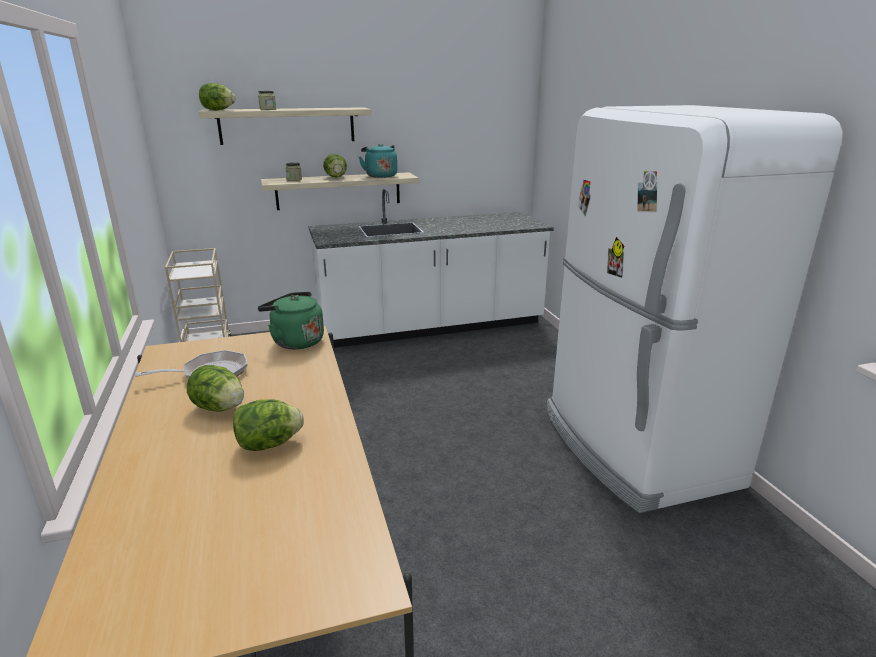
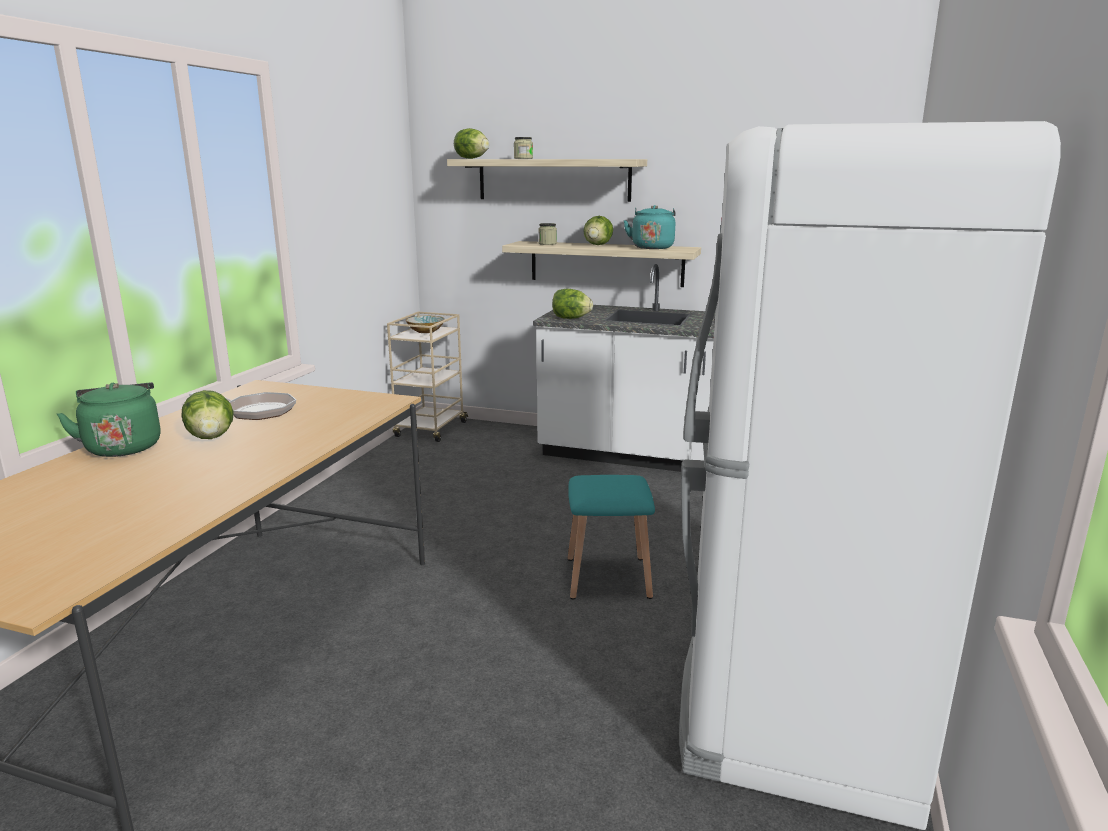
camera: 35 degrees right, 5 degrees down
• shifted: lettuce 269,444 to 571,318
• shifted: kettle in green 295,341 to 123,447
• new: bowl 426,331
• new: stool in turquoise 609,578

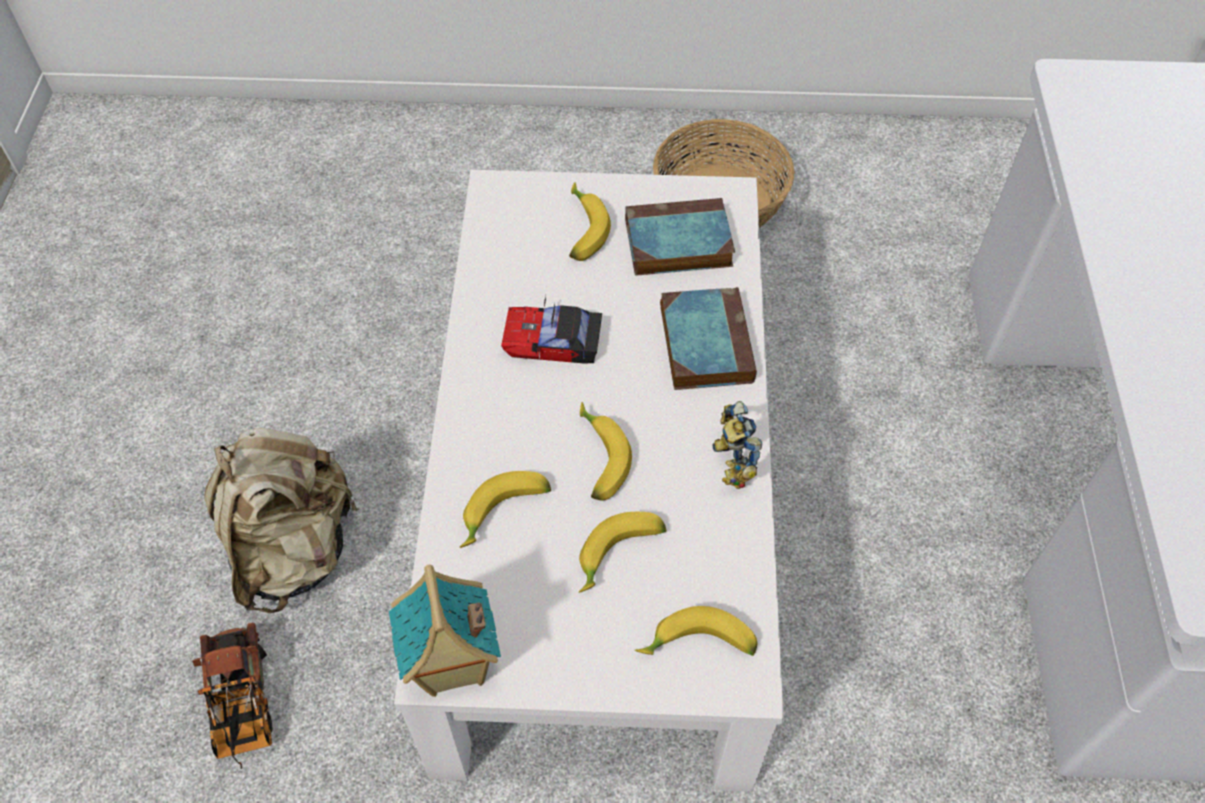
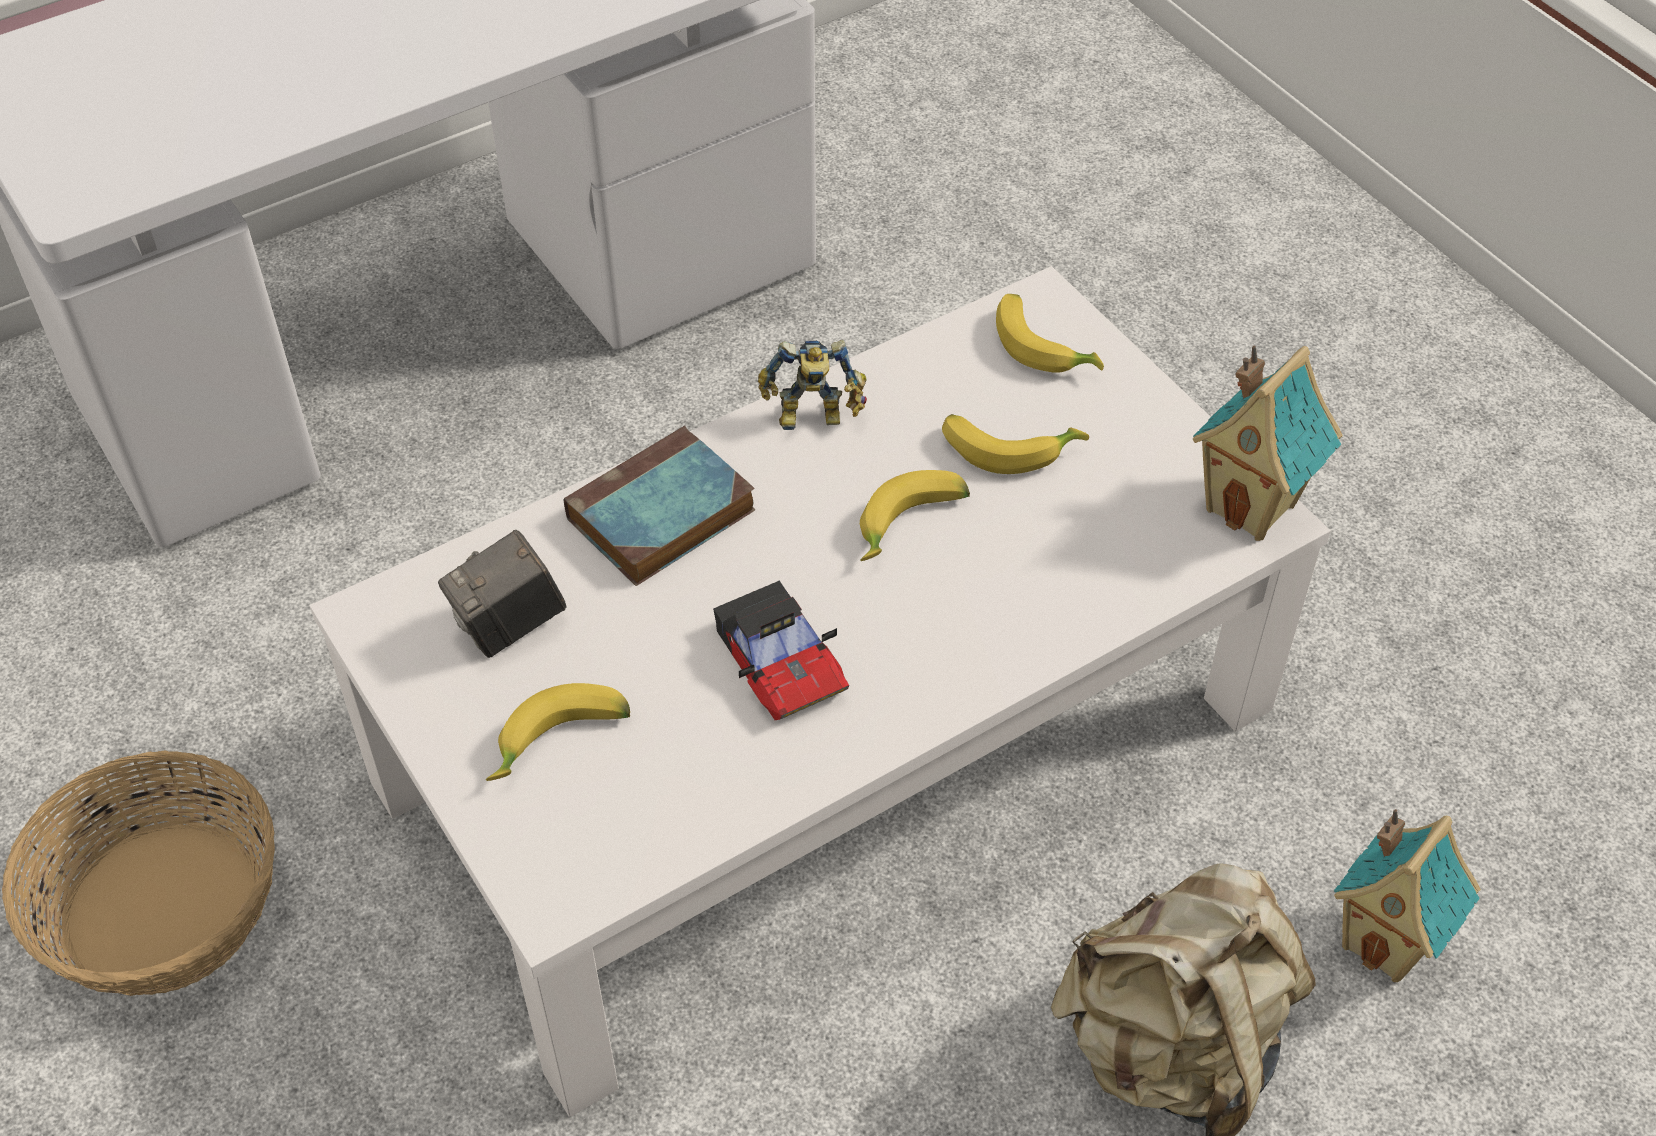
camera: 125 degrees left, 5 degrees down
• swapped: toy truck 242,707 to toy house 1387,942
• gone: banana 505,514
• swapped: book 676,244 to photo camera 509,626
• rotated: toy robot 729,462 = 813,418 45 degrees clockwise

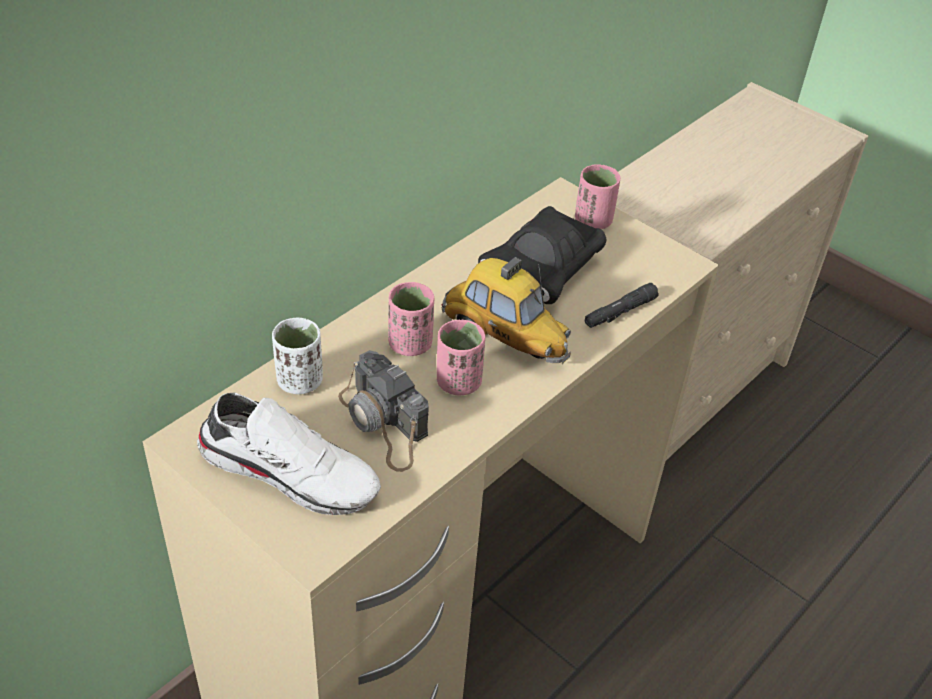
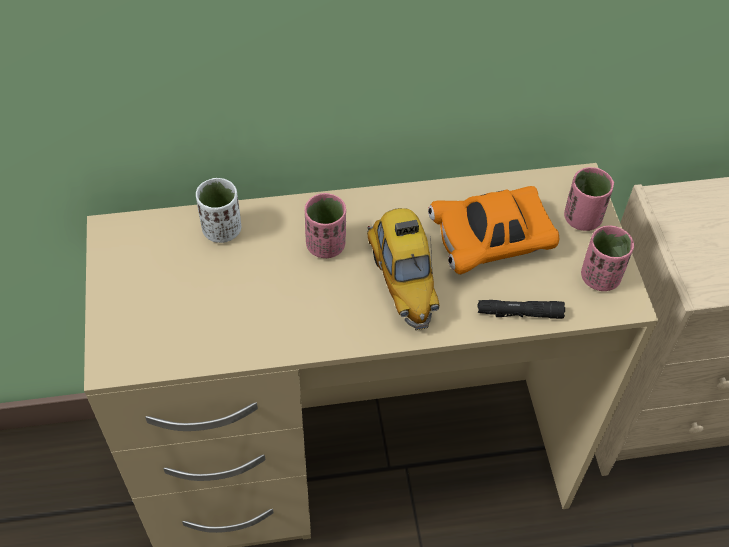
camera: 40 degrees right, 10 degrees up
• gone: shoe in white 292,471
• gone: photo camera 384,423
• shifted: cup in pink 458,382 to 599,277
• repainted: toy car in black 542,271 to toy car in orange 491,241

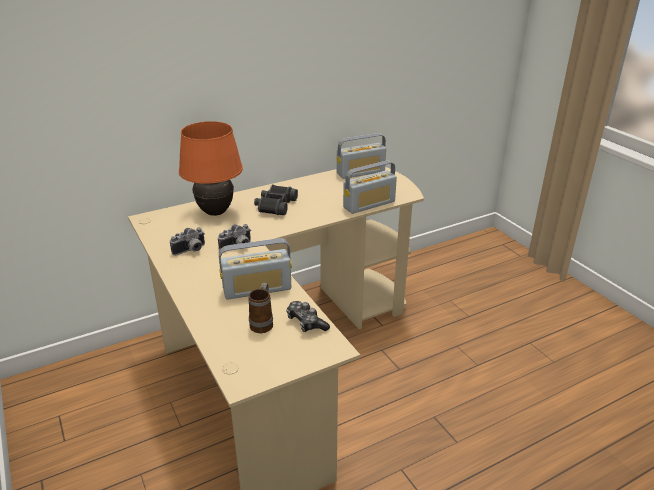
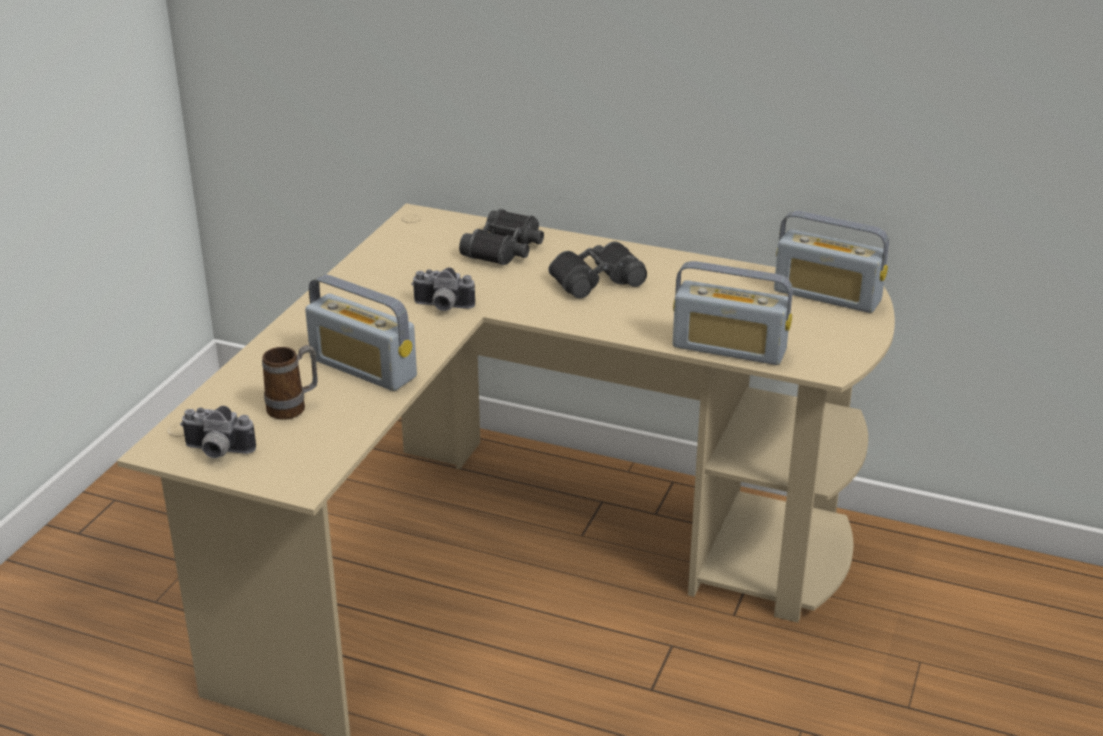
camera: 50 degrees right, 0 degrees up
• shifted: photo camera 191,250 to 216,452
• swapped: table lamp in orange 215,212 to binoculars in black 505,249
• gone: game controller 306,322

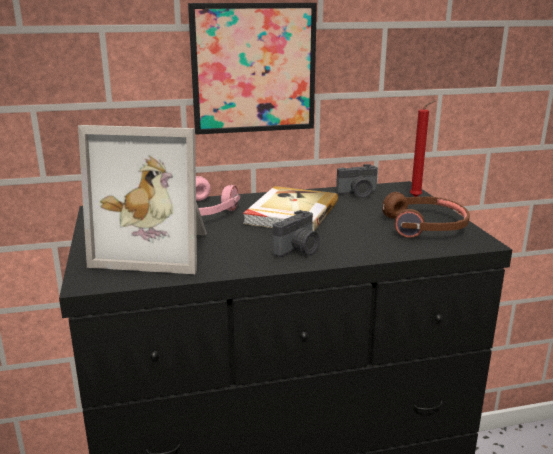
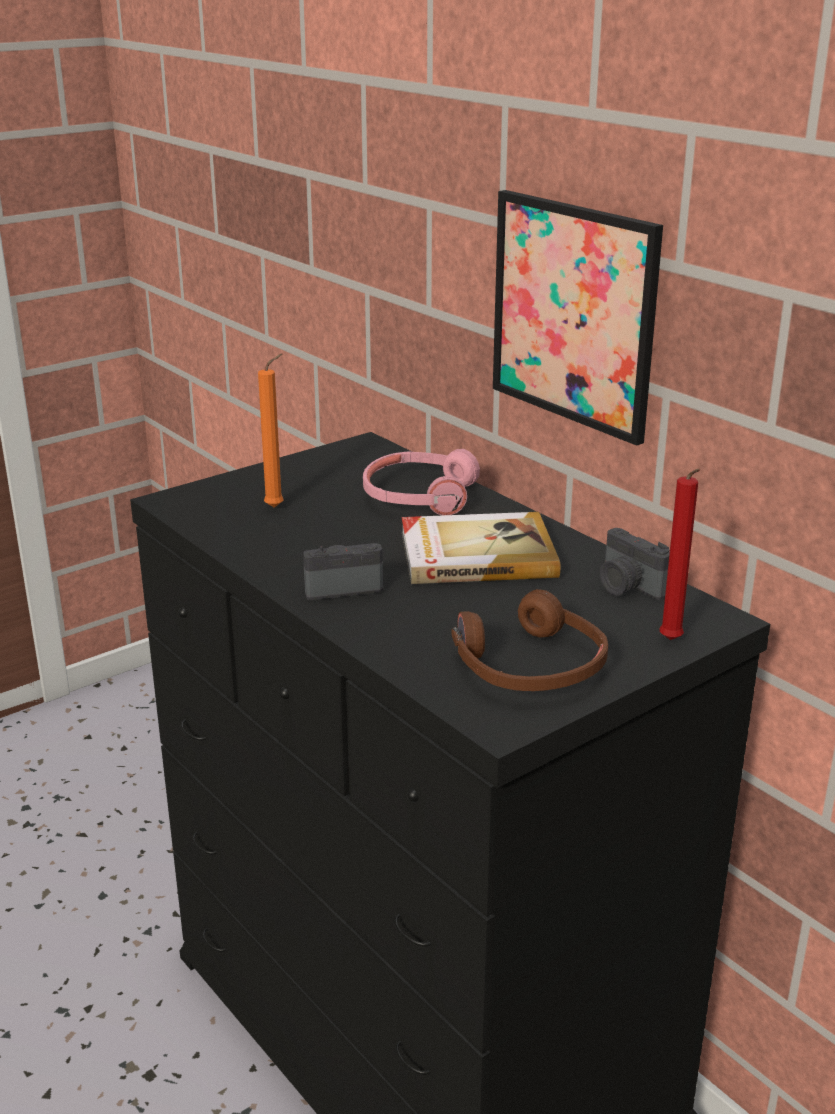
camera: 65 degrees right, 5 degrees up
• swapped: picture frame 157,249 to candle in orange 277,507
• rotated: photo camera 298,250 = 342,587 150 degrees clockwise

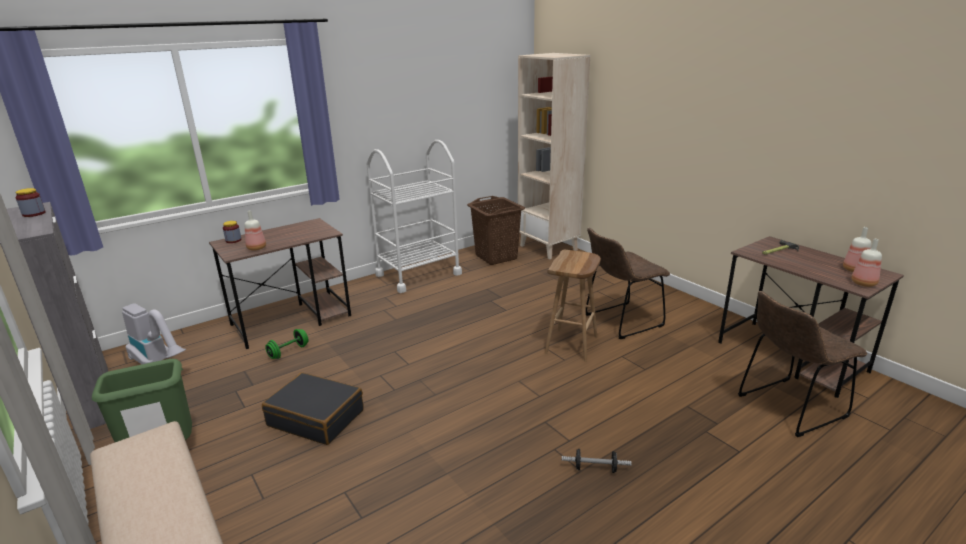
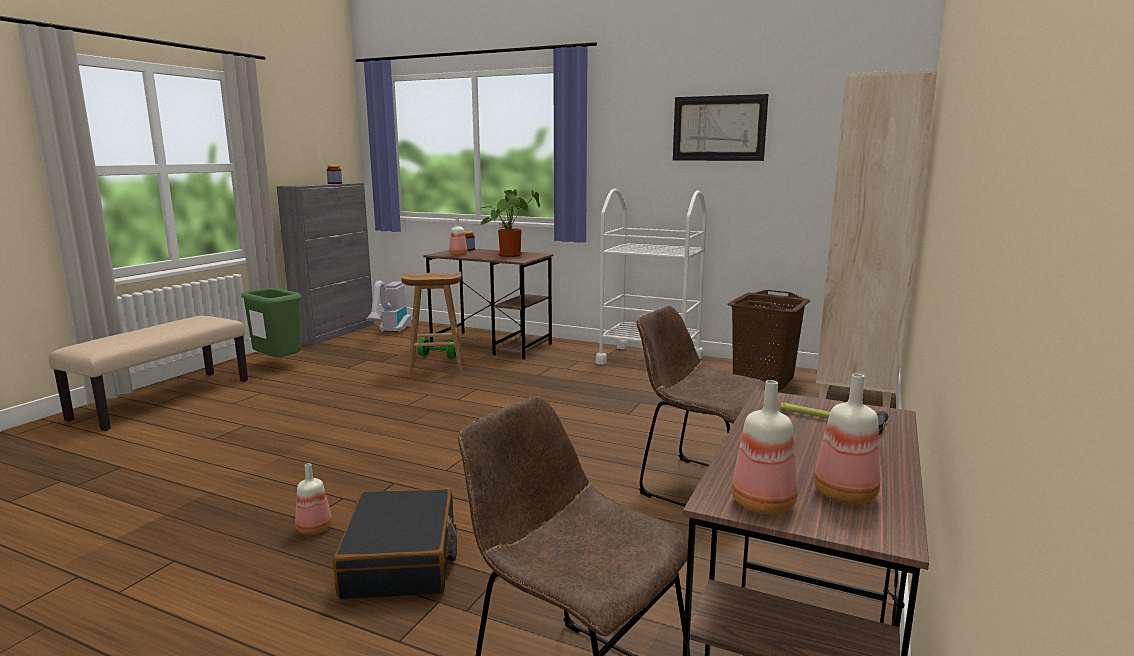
camera: 60 degrees right, 10 degrees down
• shifted: suitcase in black 316,417 to 401,560
• shifted: stool in brown 572,345 to 435,369
• swapped: dumbbell 595,468 to bottle 313,528
• new: potted plant 510,255
• new: picture 719,128

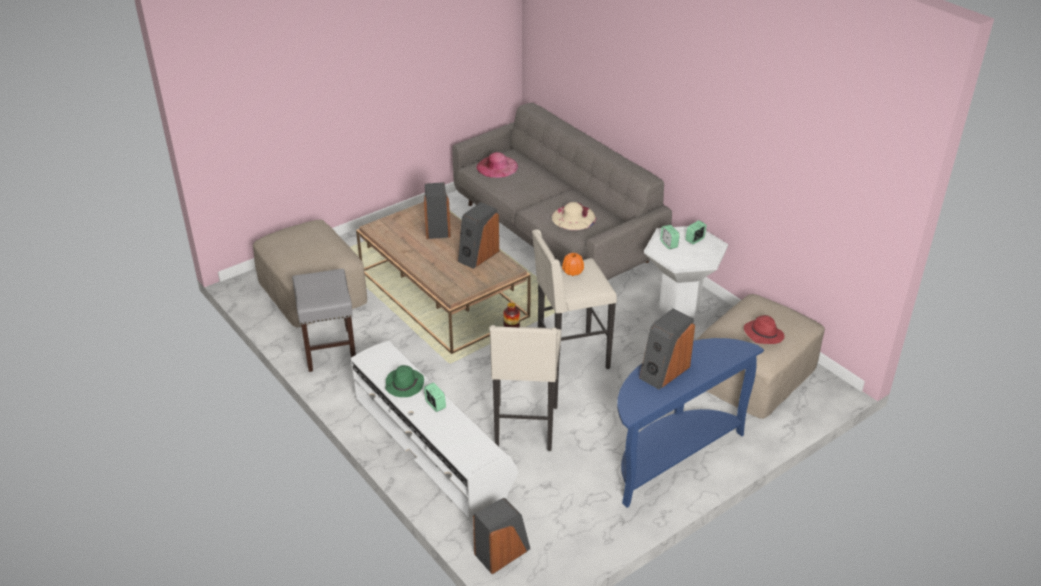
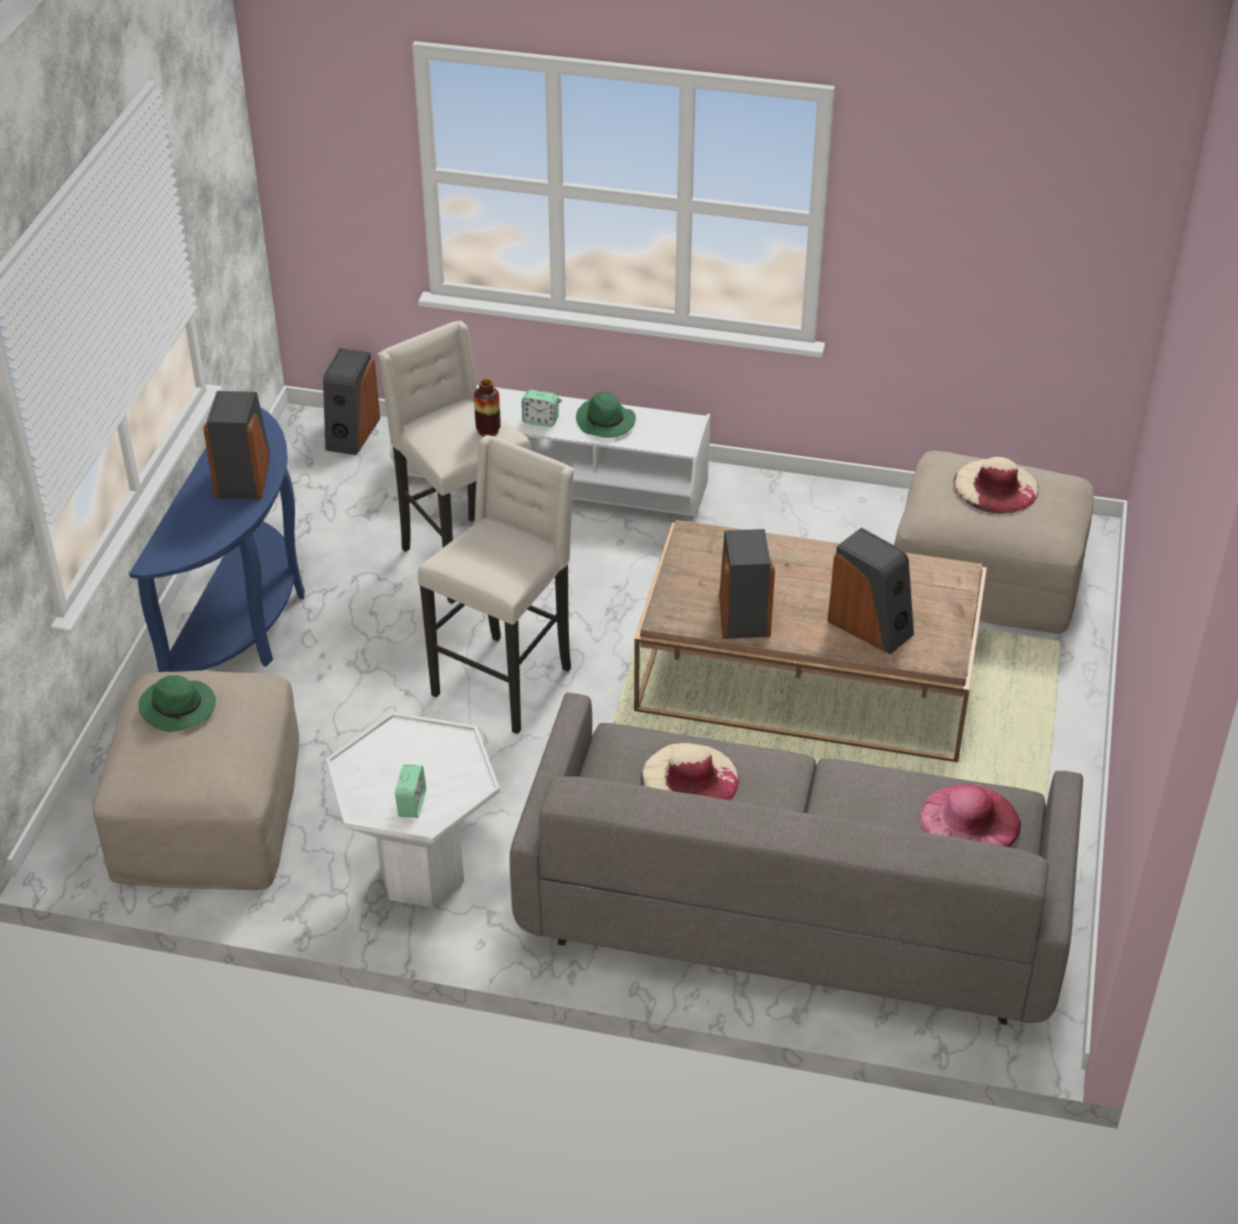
camera: 140 degrees right, 5 degrees up
• gone: stool in grey 330,350
• gone: vase in orange 572,272
• gone: alarm clock 669,244
• repainted: hat in red 762,334 to hat in green 179,708
• new: hat in beige 996,486

